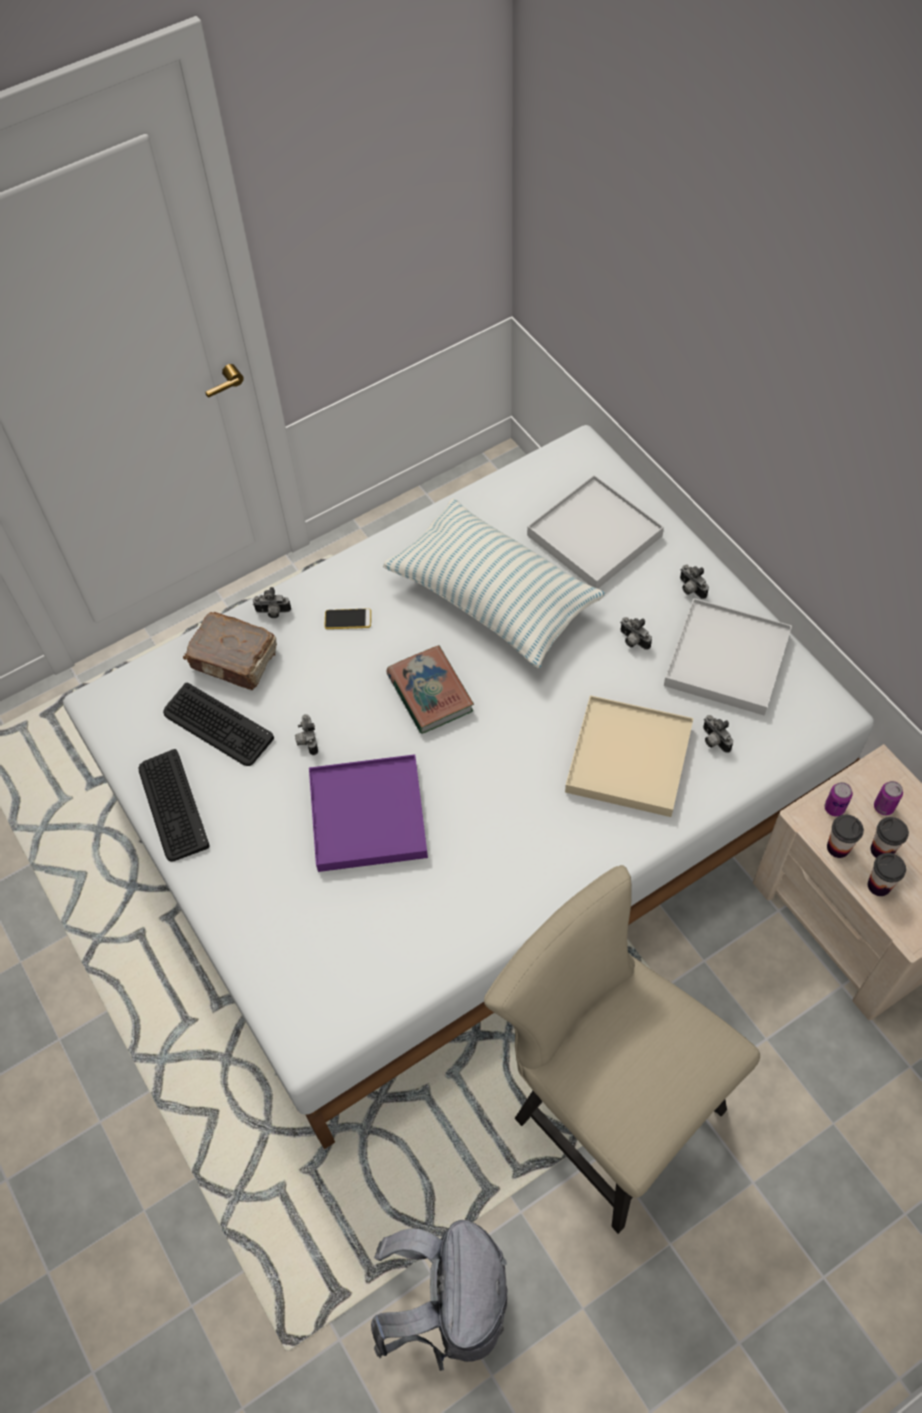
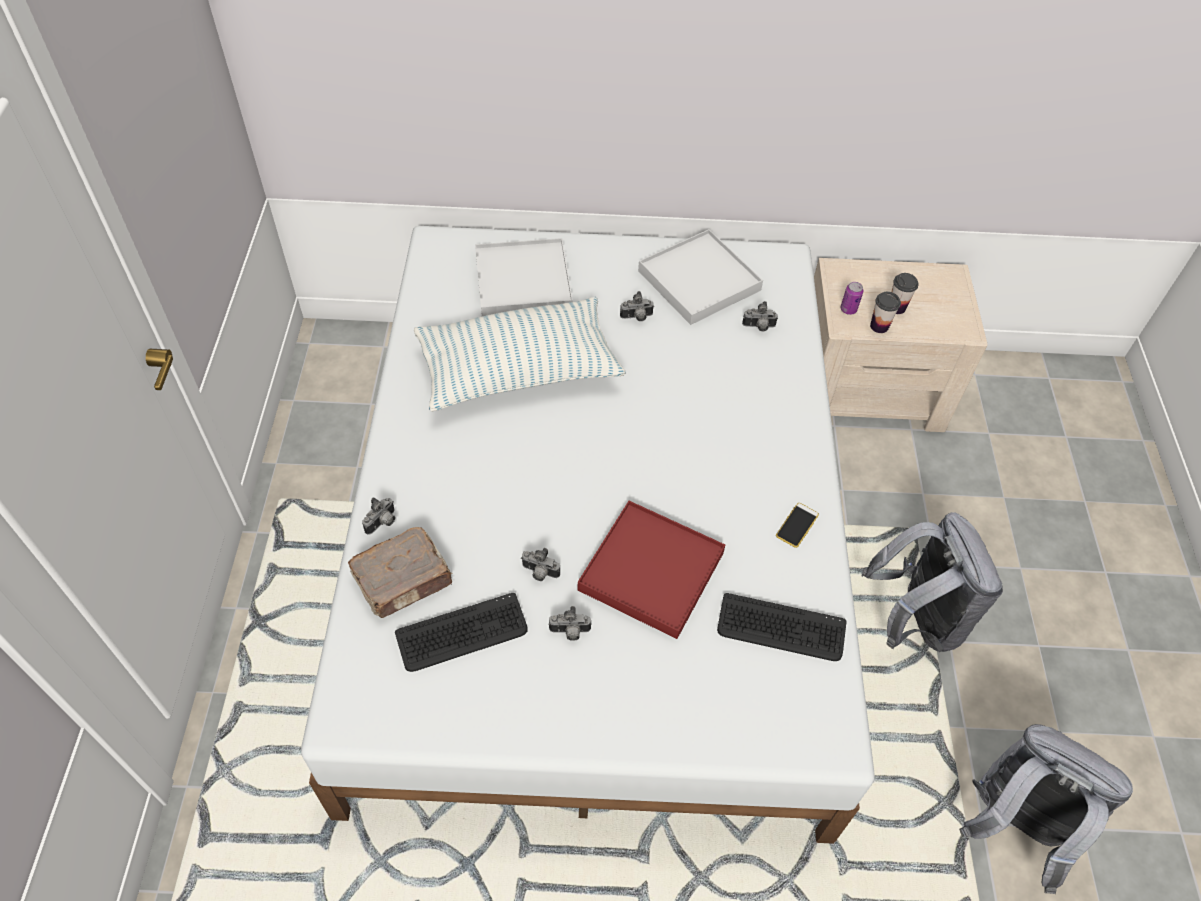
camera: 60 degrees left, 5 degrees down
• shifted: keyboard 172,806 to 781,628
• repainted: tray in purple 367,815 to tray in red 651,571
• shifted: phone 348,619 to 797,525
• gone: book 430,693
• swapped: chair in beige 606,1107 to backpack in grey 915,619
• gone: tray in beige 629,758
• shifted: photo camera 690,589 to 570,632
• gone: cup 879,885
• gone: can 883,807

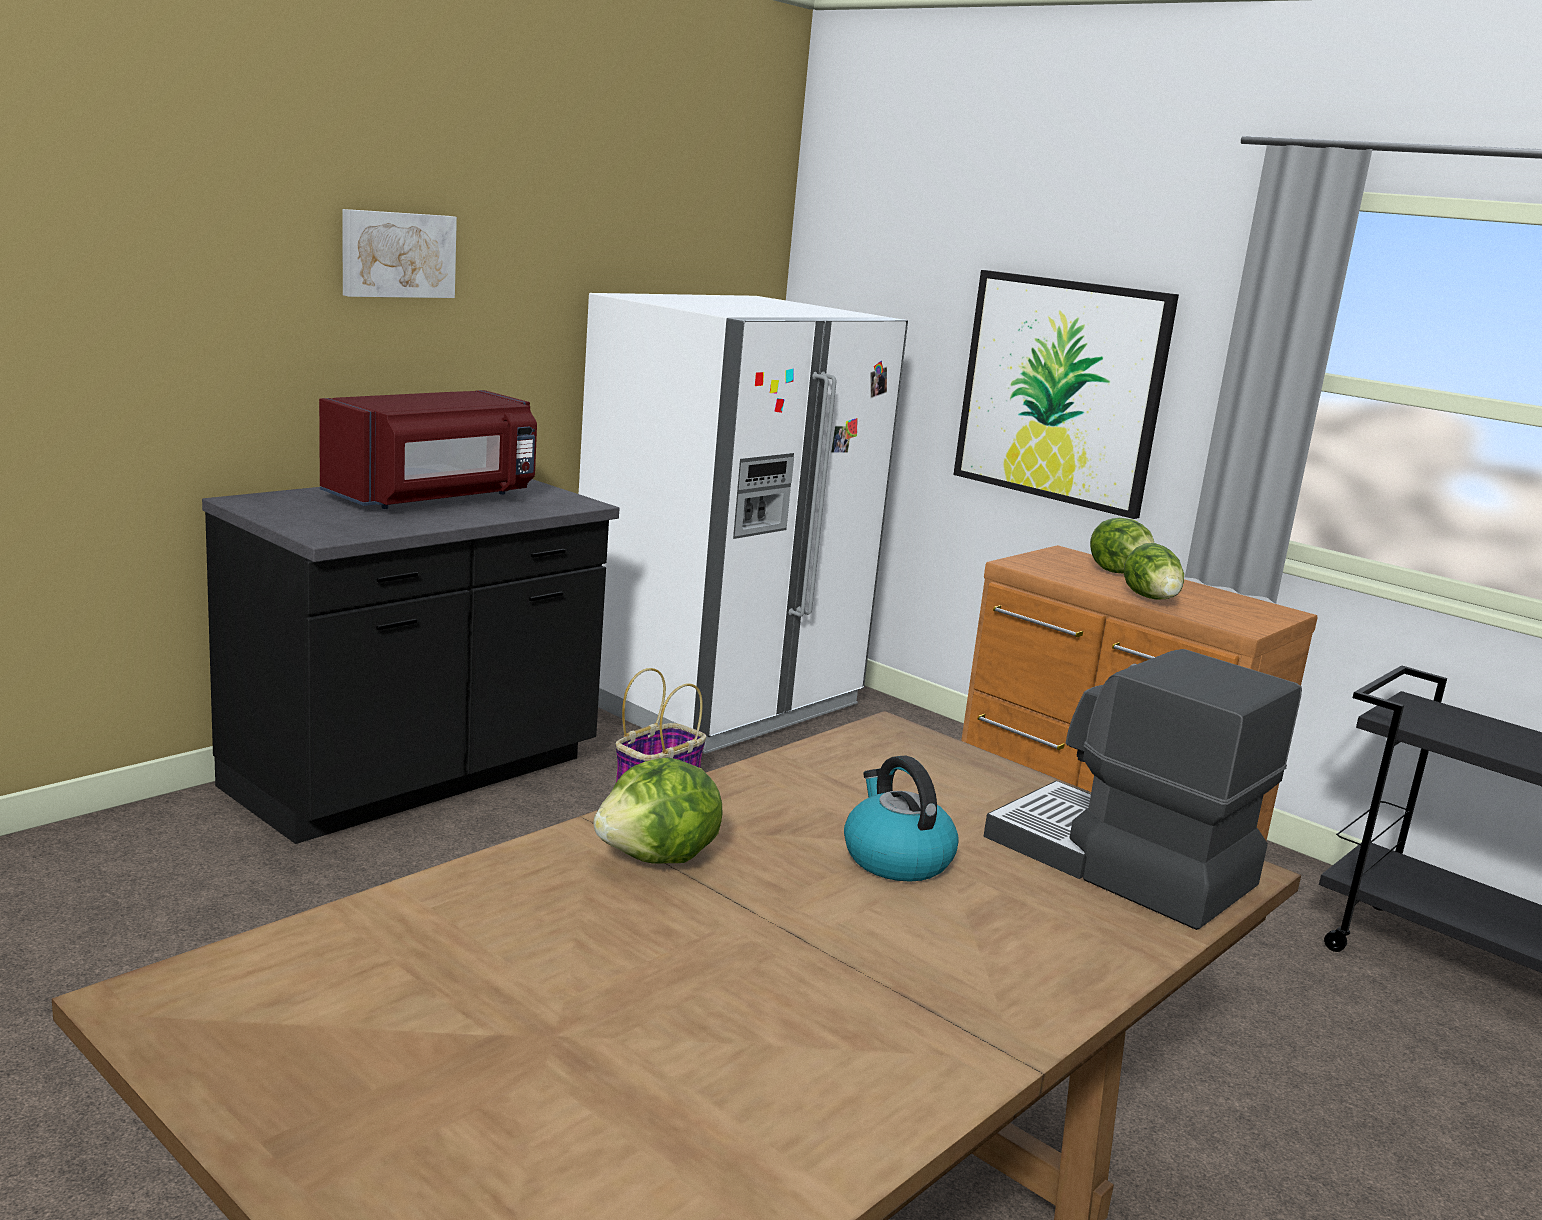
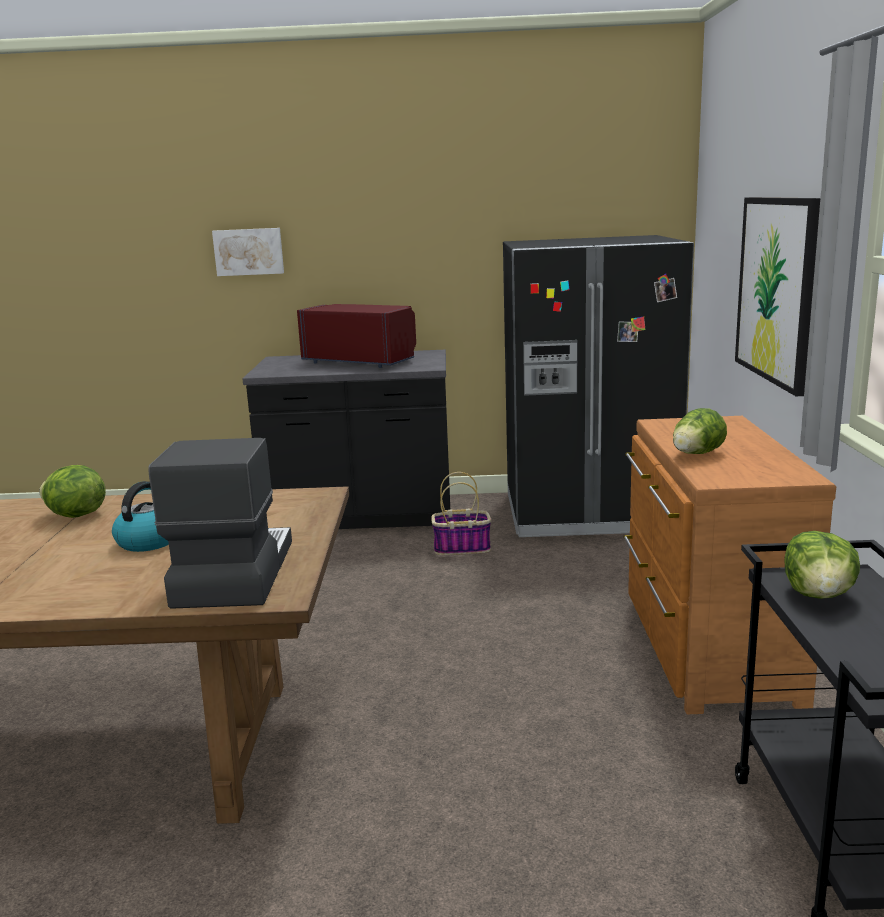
camera: 50 degrees right, 0 degrees up
• rotated: microwave in red 435,498 = 362,361 150 degrees counterclockwise
• shifted: picture 397,254 to 249,251
• repainted: fridge in white 717,701 to fridge in black 588,513
• shifted: lettuce 1120,572 to 819,595

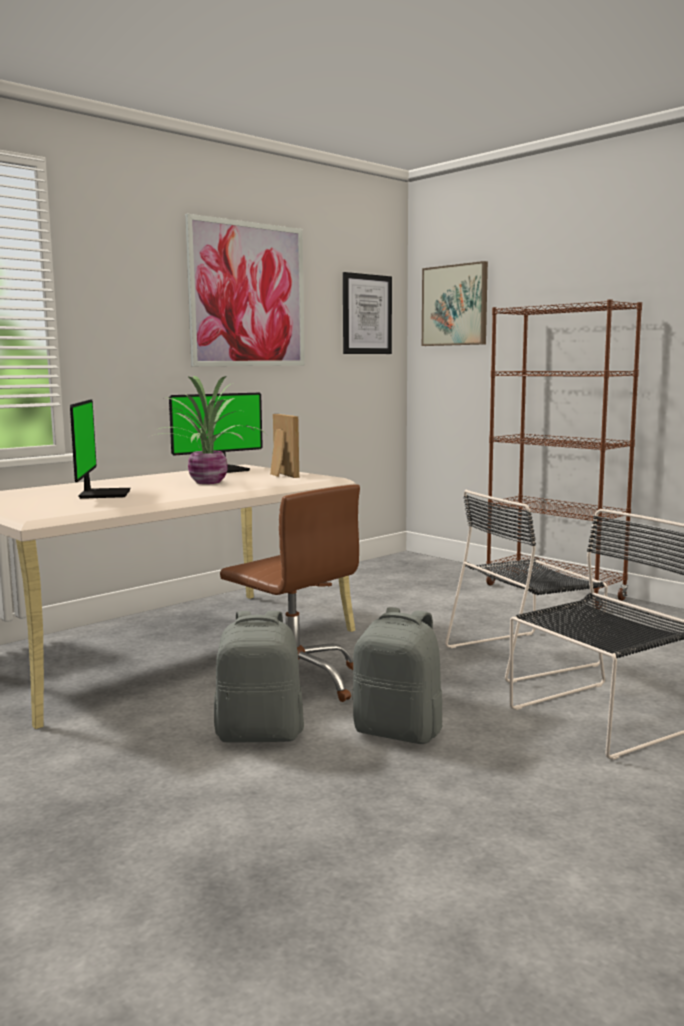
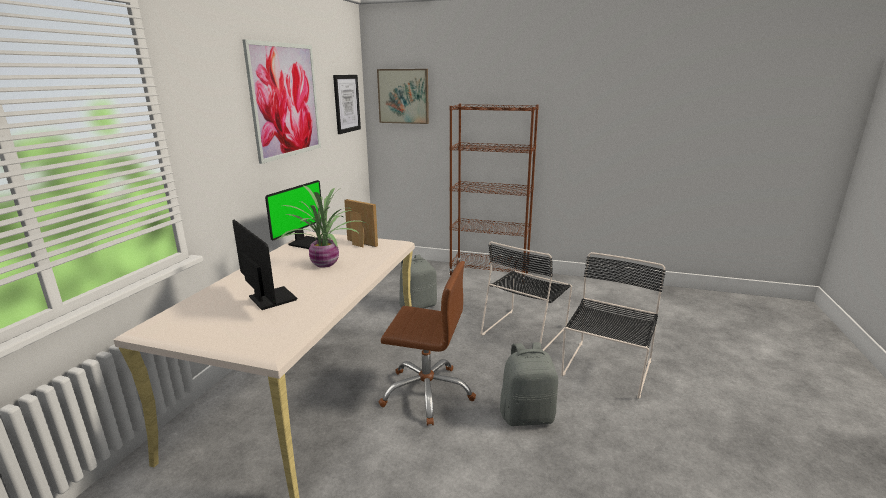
camera: 30 degrees left, 10 degrees up
• shifted: backpack in grey 260,734 to 418,306

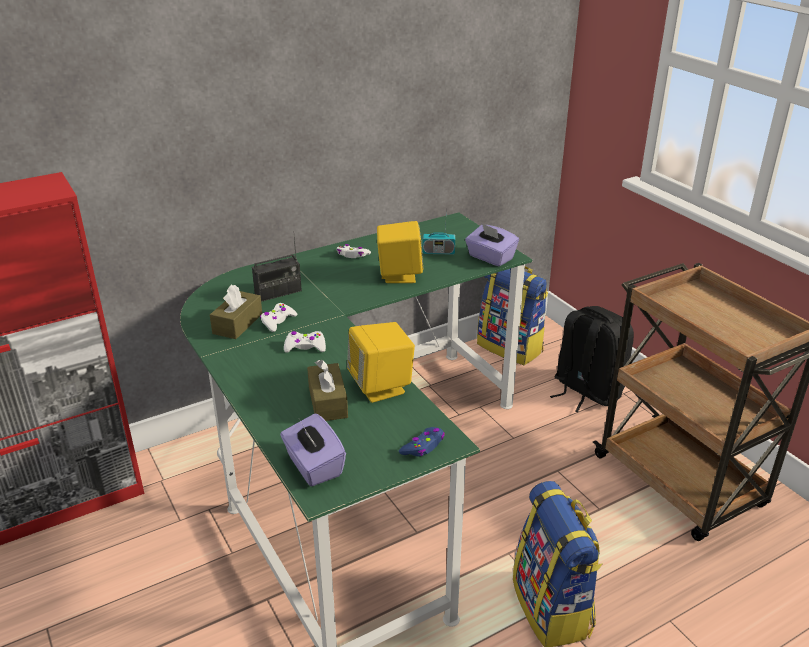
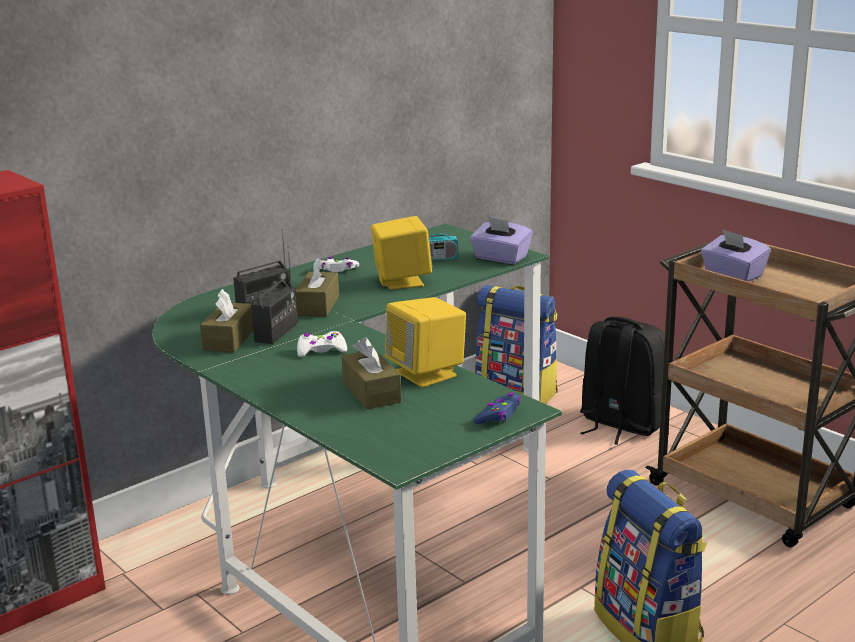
camera: 10 degrees left, 10 degrees down
• swapped: game controller in white 277,321 to radio 277,333
• shifted: tissue box in purple 313,466 to 733,275
• new: tissue box in brown 318,305

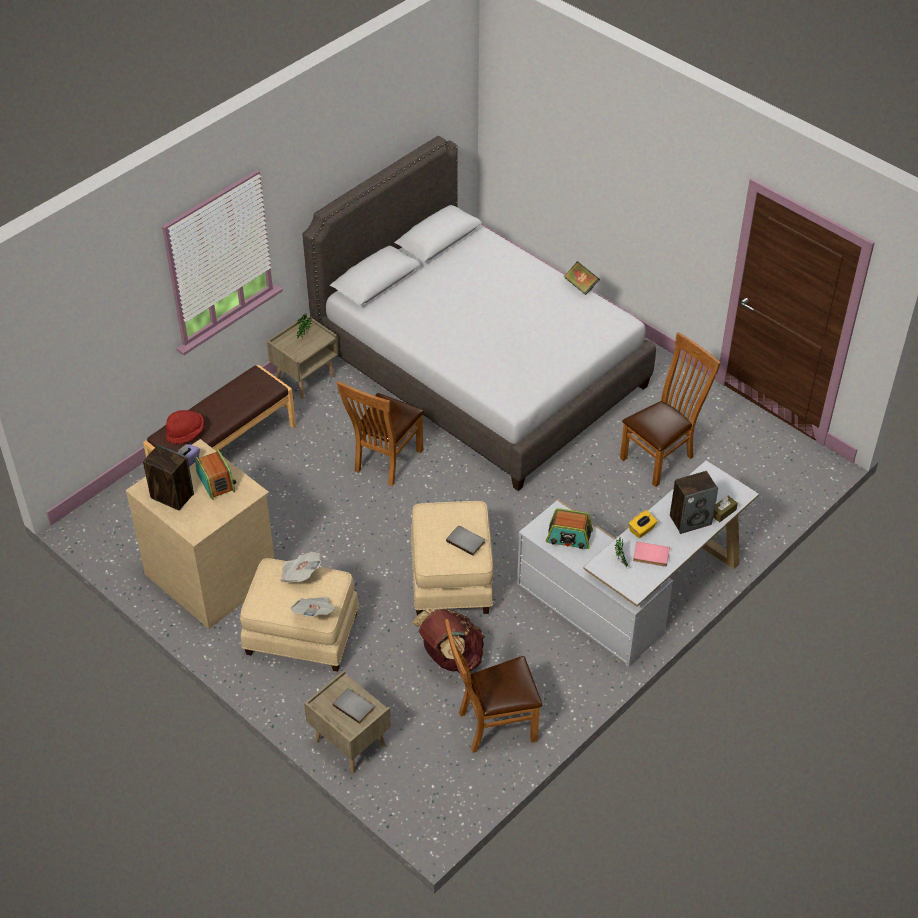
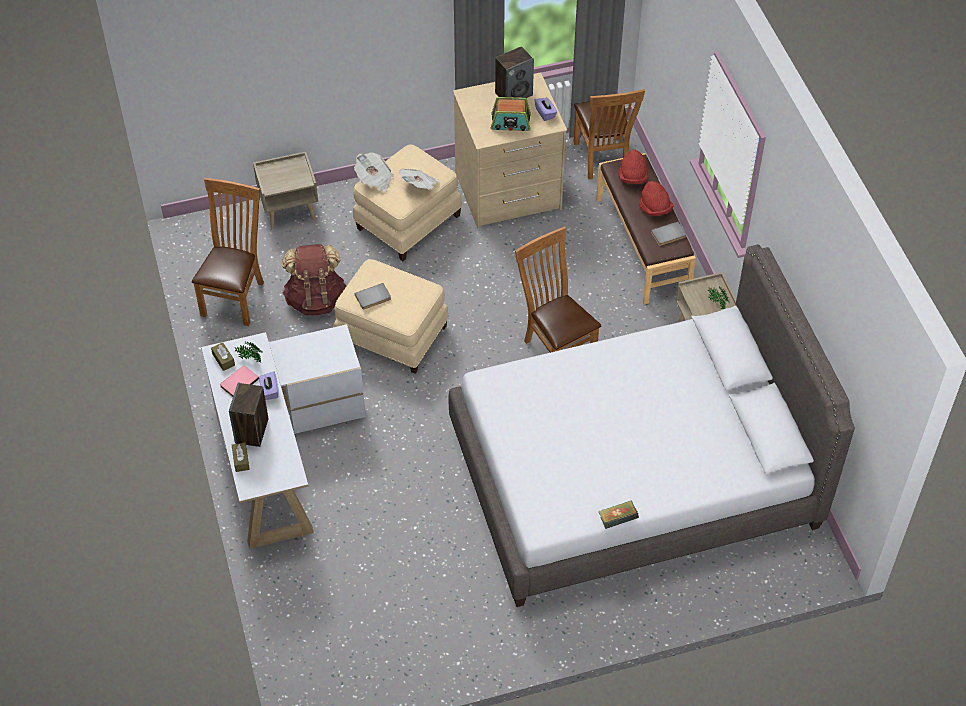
camera: 120 degrees right, 5 degrees up
• shifted: book in grey 354,706 to 669,235
• gone: radio 569,537
• shifted: chair in brown 661,456 to 602,160
• repainted: tissue box in yellow 642,530 to tissue box in purple 269,391
• new: tissue box in brown 223,359
• new: hat in red 654,208

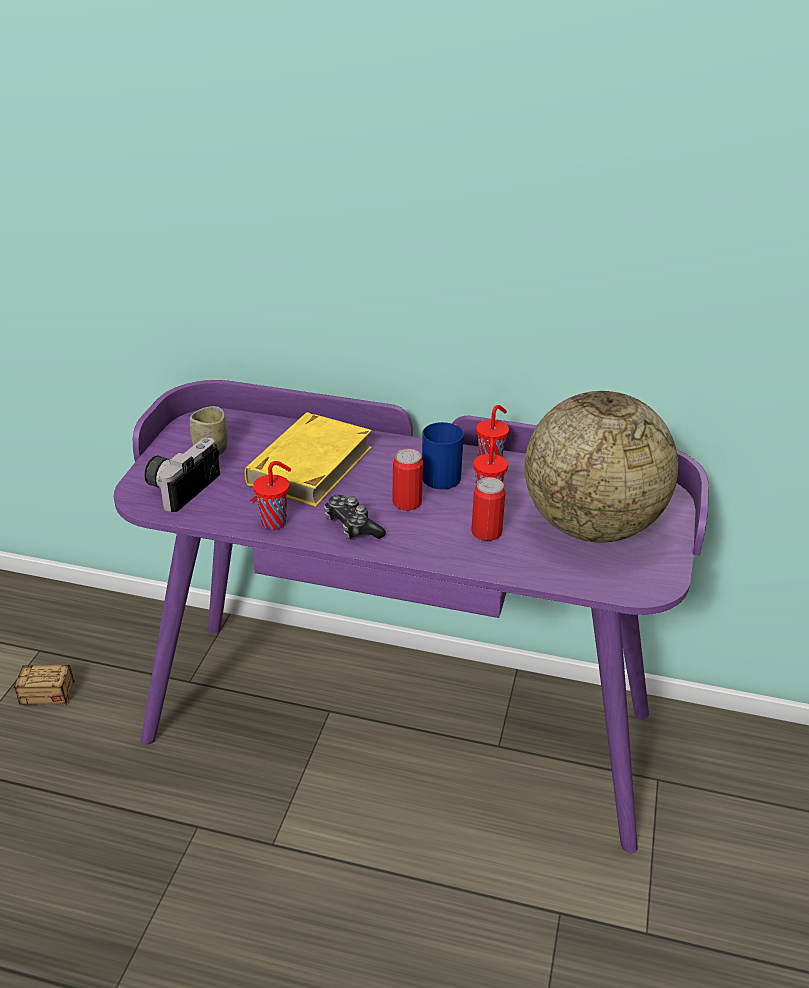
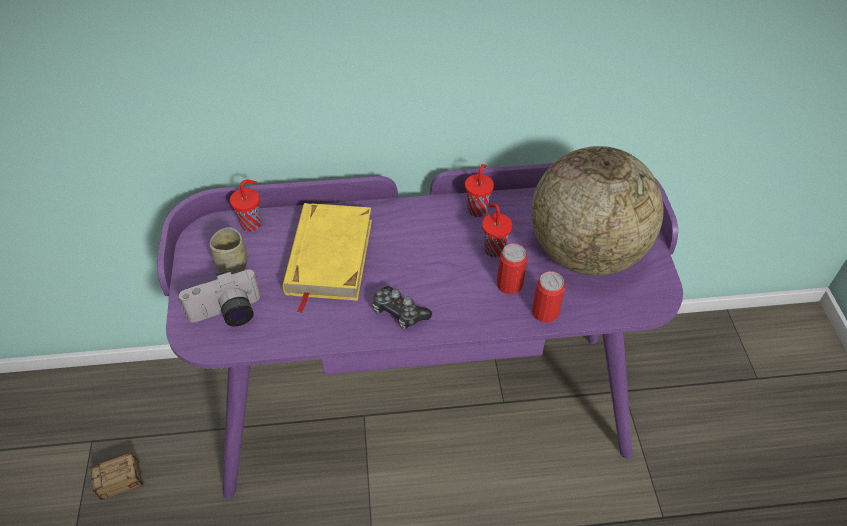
camera: 20 degrees left, 15 degrees up
• rotated: photo camera 181,487 = 227,315 120 degrees counterclockwise
• shifted: cup in red 275,522 to 252,224
• shifted: can 407,502 to 545,312
• gone: mug in blue 444,474

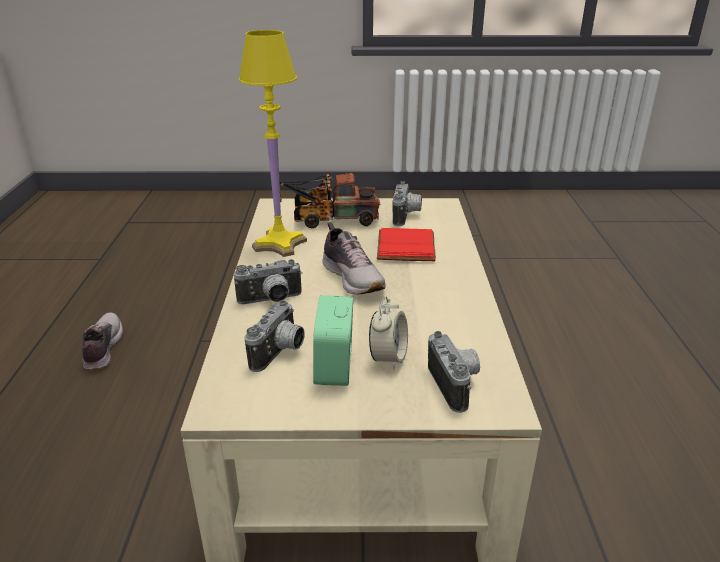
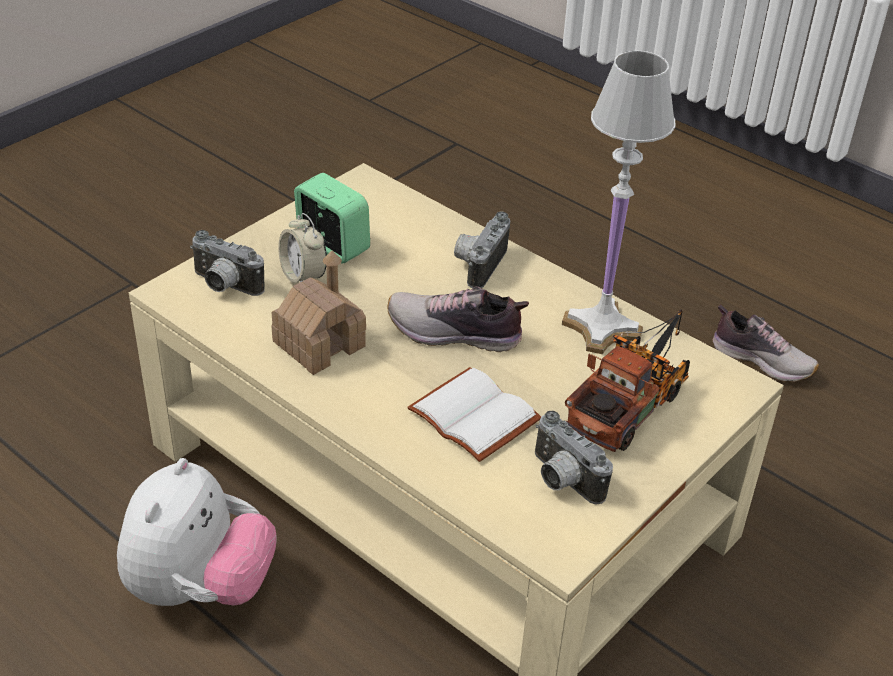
camera: 130 degrees right, 10 degrees up
• repainted: table lamp in yellow 279,244 to table lamp in white 603,327
• gone: photo camera 280,353
• repainted: book in red 404,246 to book in white 477,415
• new: plush toy 200,587
• new: toy house 319,344

